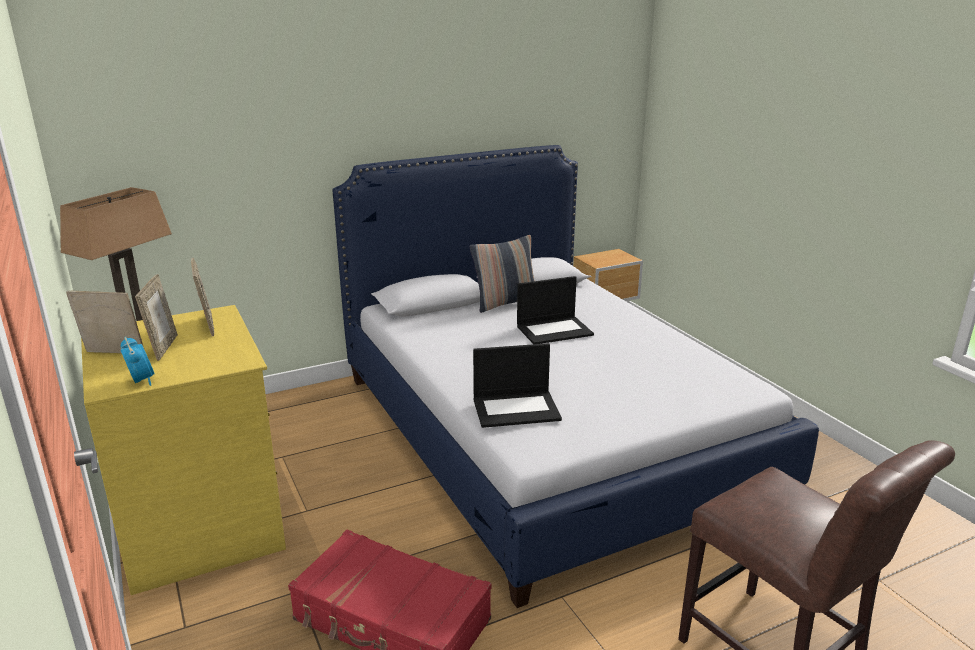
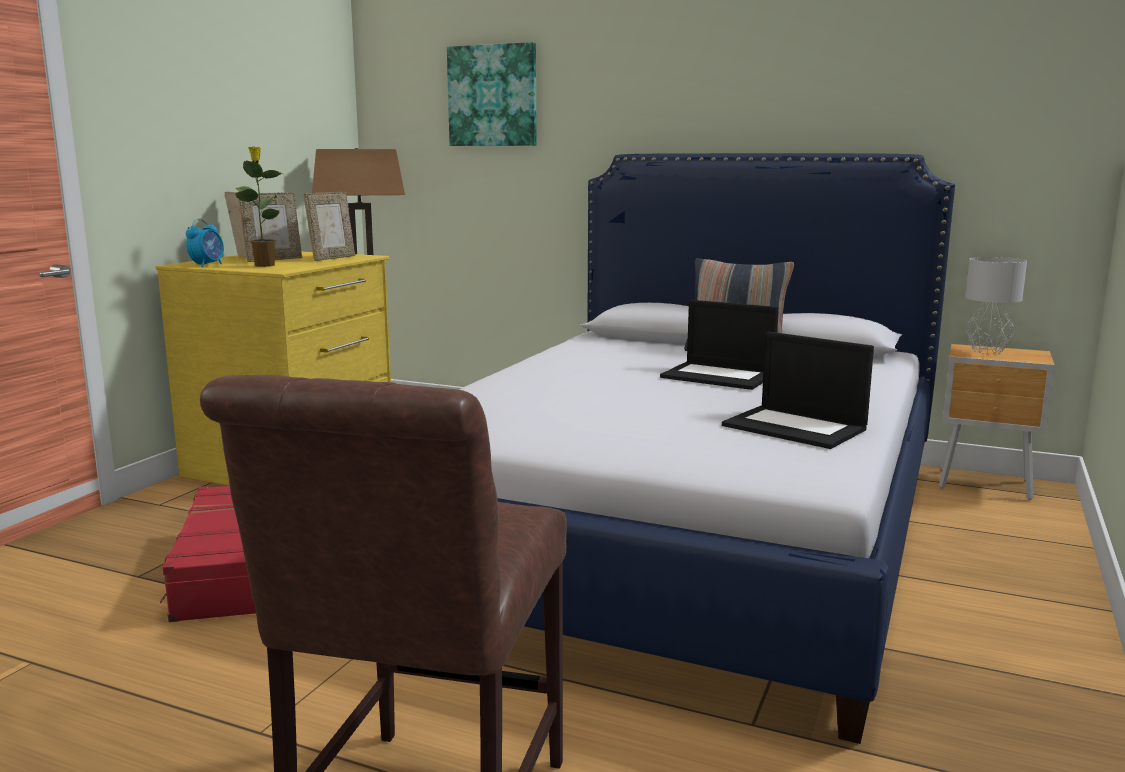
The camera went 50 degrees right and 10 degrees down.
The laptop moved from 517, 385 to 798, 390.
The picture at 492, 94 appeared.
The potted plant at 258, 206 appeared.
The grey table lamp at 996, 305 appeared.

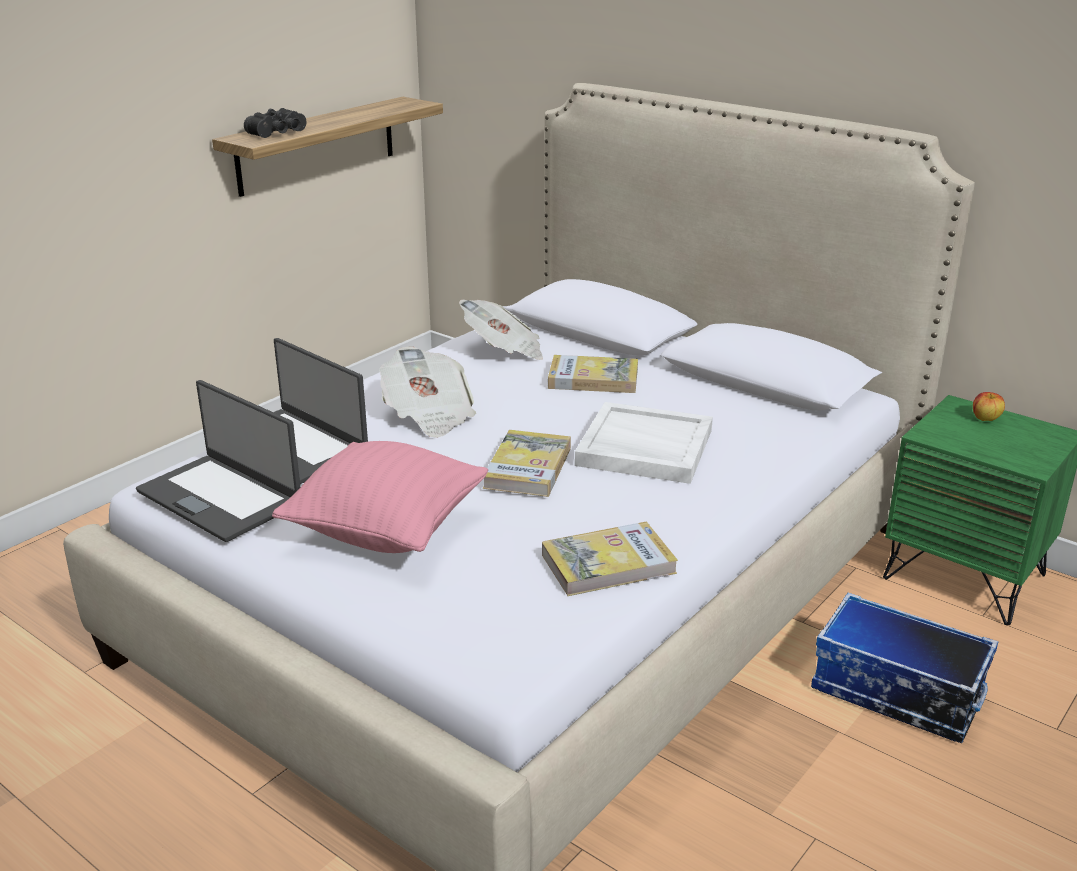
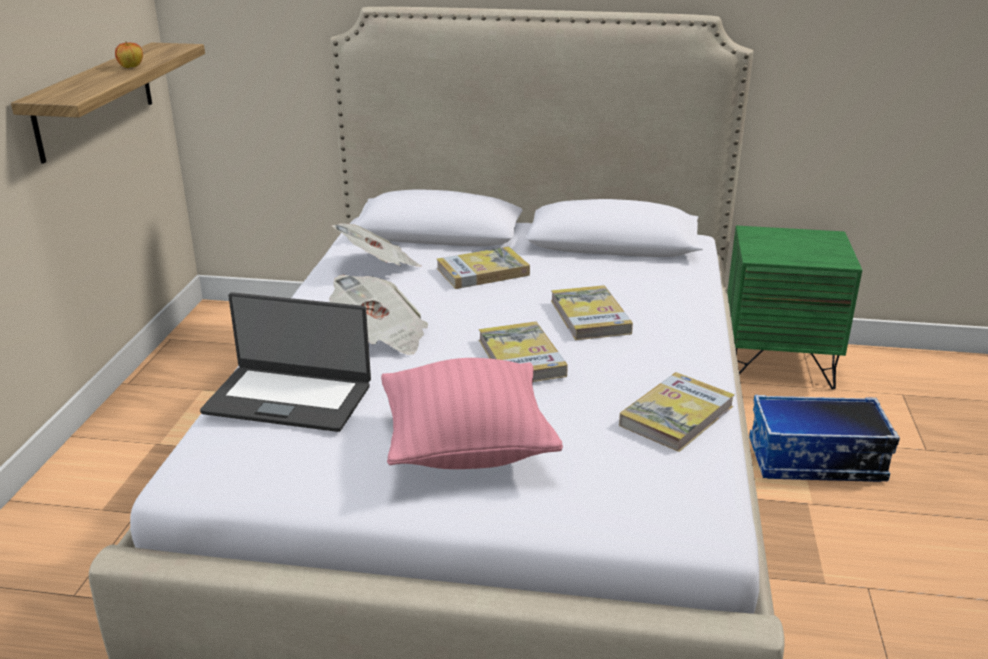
The camera went 30 degrees left and 0 degrees up.
The black binoculars at 275, 123 disappeared.
The laptop at 218, 461 disappeared.
The apple moved from 989, 406 to 129, 54.
The white tray at 644, 443 was replaced by the book at 592, 312.

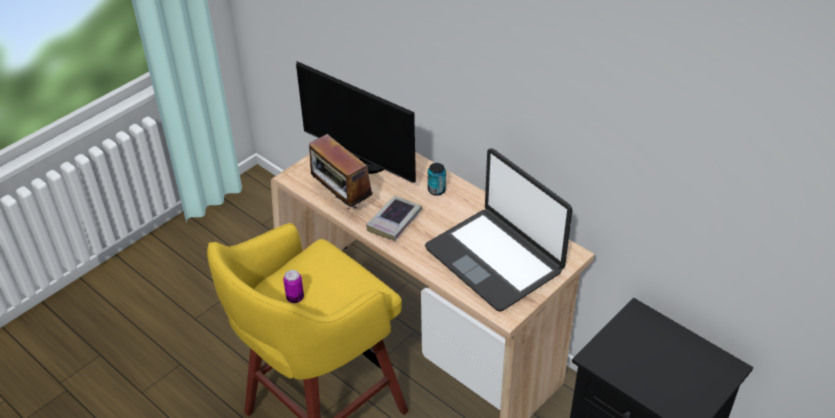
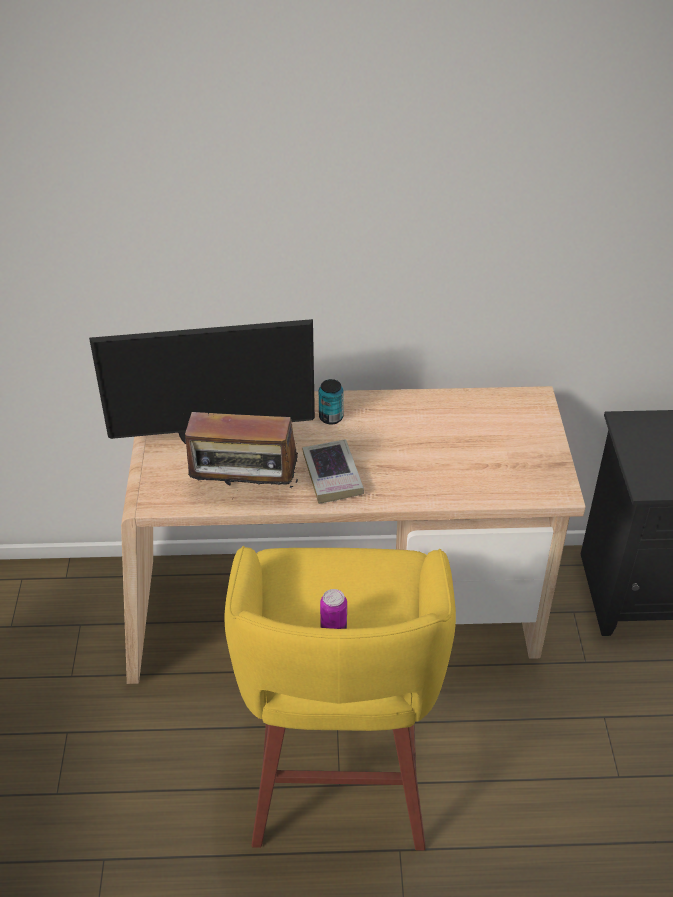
The camera went 45 degrees left and 0 degrees up.
The laptop at 498, 230 disappeared.

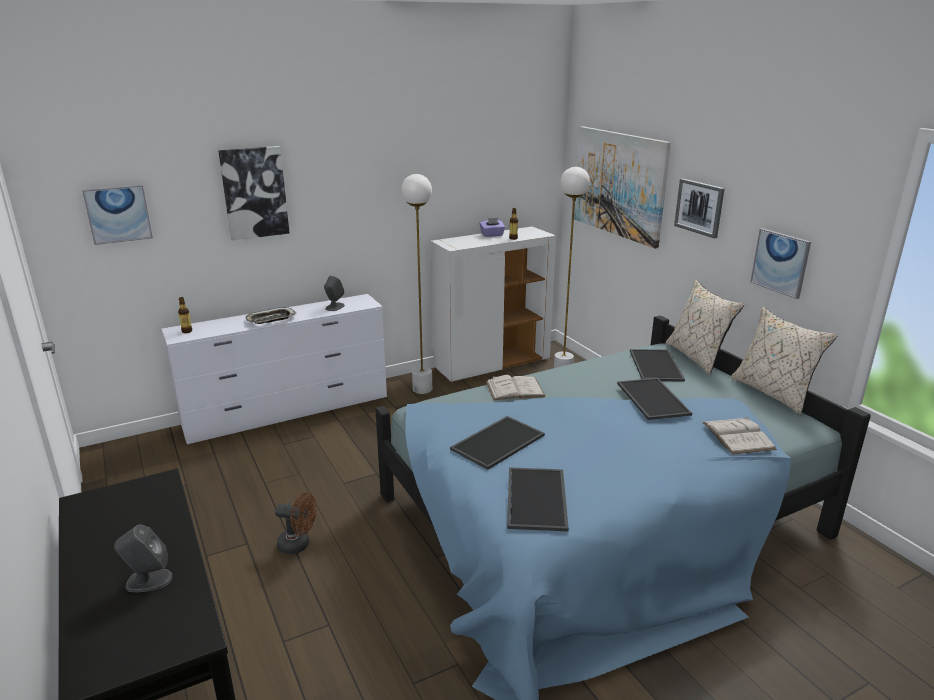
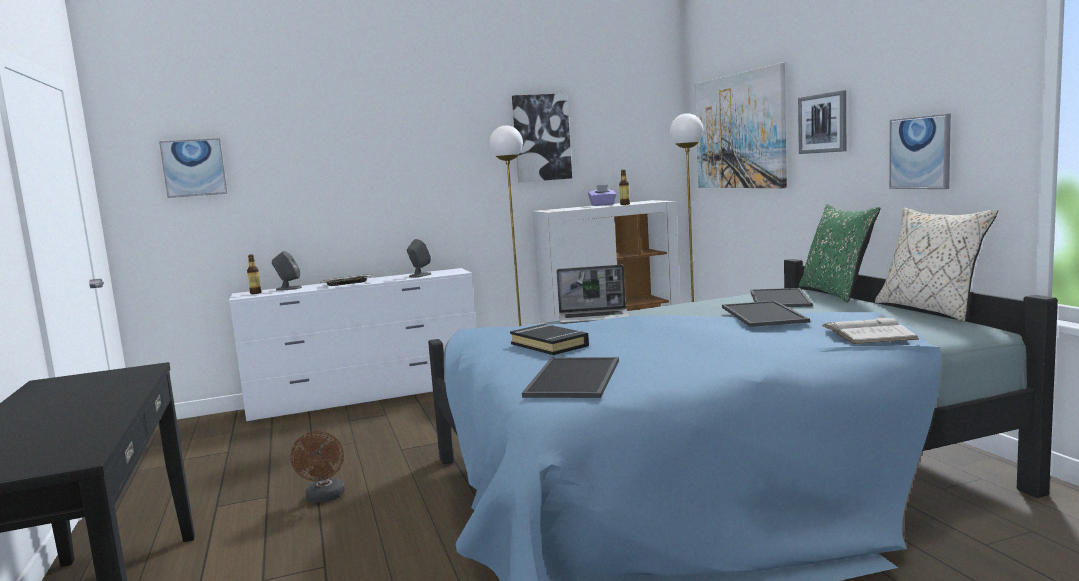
The camera went 10 degrees right and 15 degrees down.
The picture moved from 253, 193 to 542, 137.
The beige pillow at 705, 327 became the green pillow at 839, 253.
The white book at 516, 387 was replaced by the laptop at 593, 294.
The tray at 497, 443 was replaced by the black book at 549, 339.
The brown fan at 296, 523 turned 60 degrees clockwise.
The grey speaker moved from 143, 558 to 287, 271.

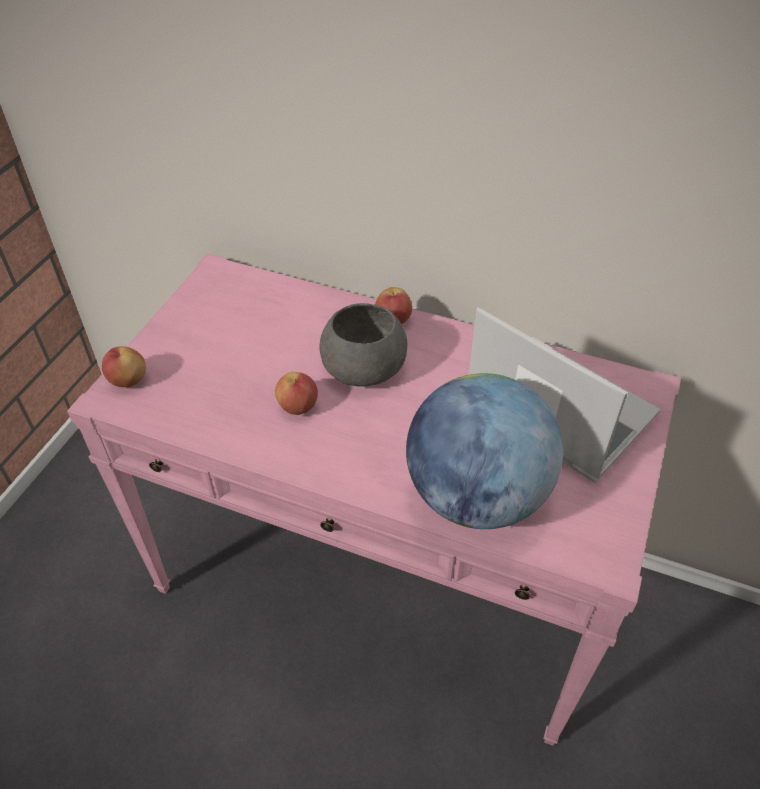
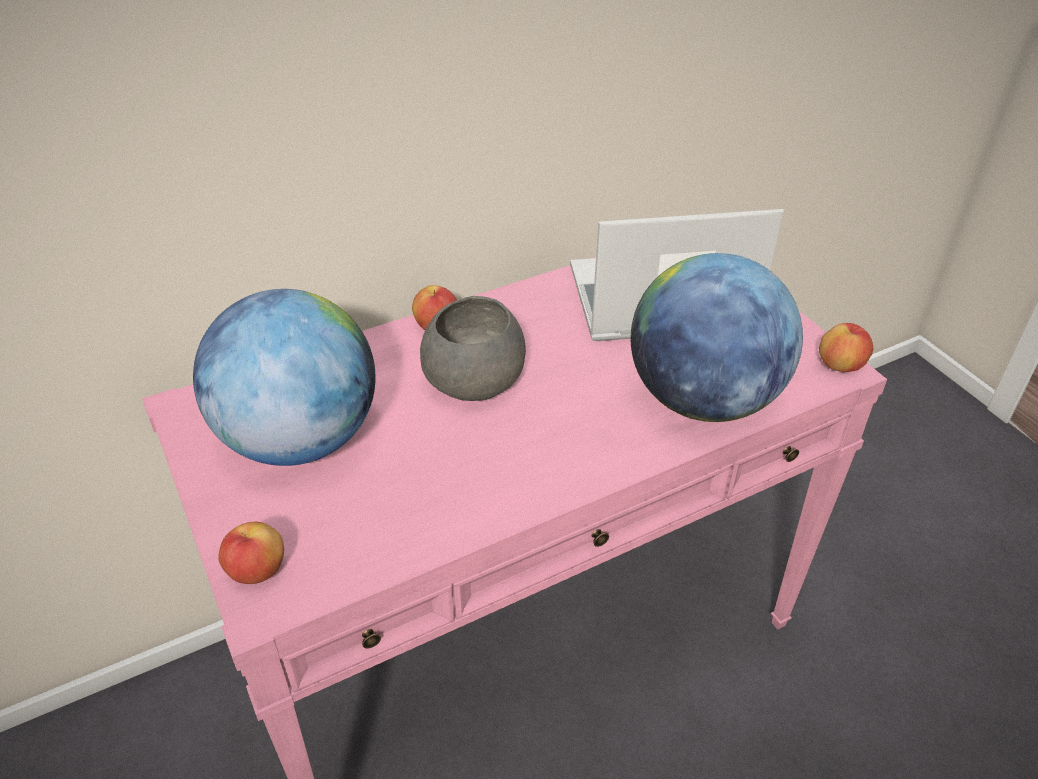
The camera went 50 degrees left and 5 degrees down.
The apple moved from 296, 393 to 846, 347.
The globe at 284, 377 appeared.

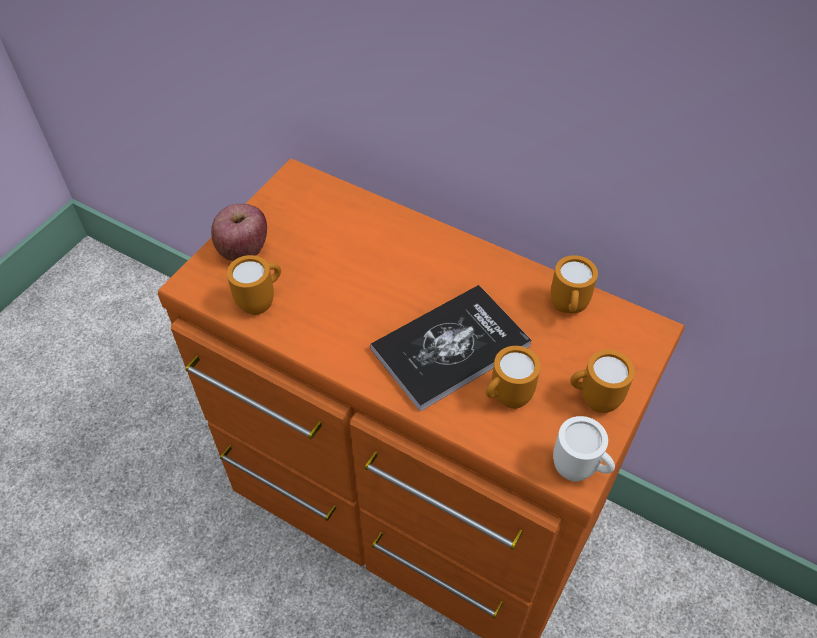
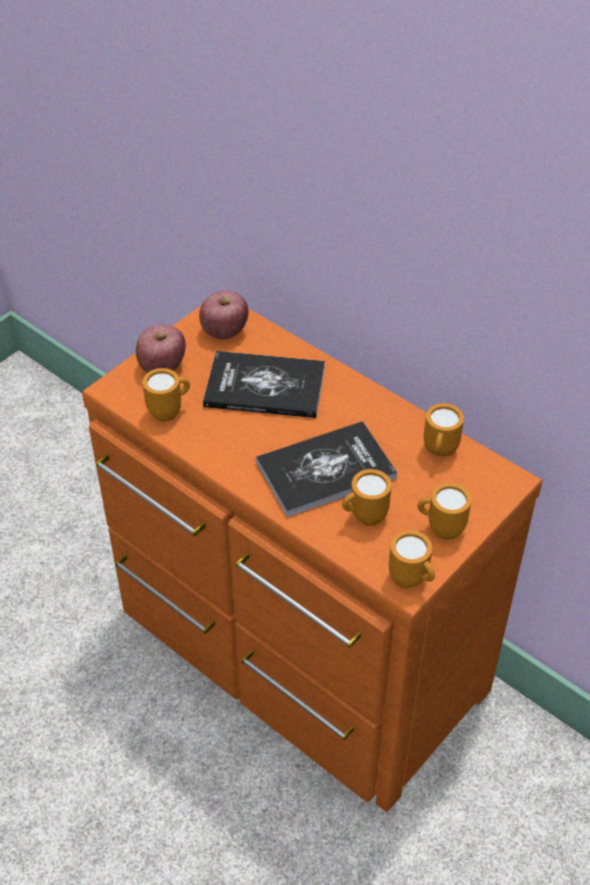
The camera went 10 degrees right and 5 degrees down.
The white mug at 584, 449 became the orange mug at 412, 559.
The apple at 223, 315 appeared.
The book at 264, 384 appeared.

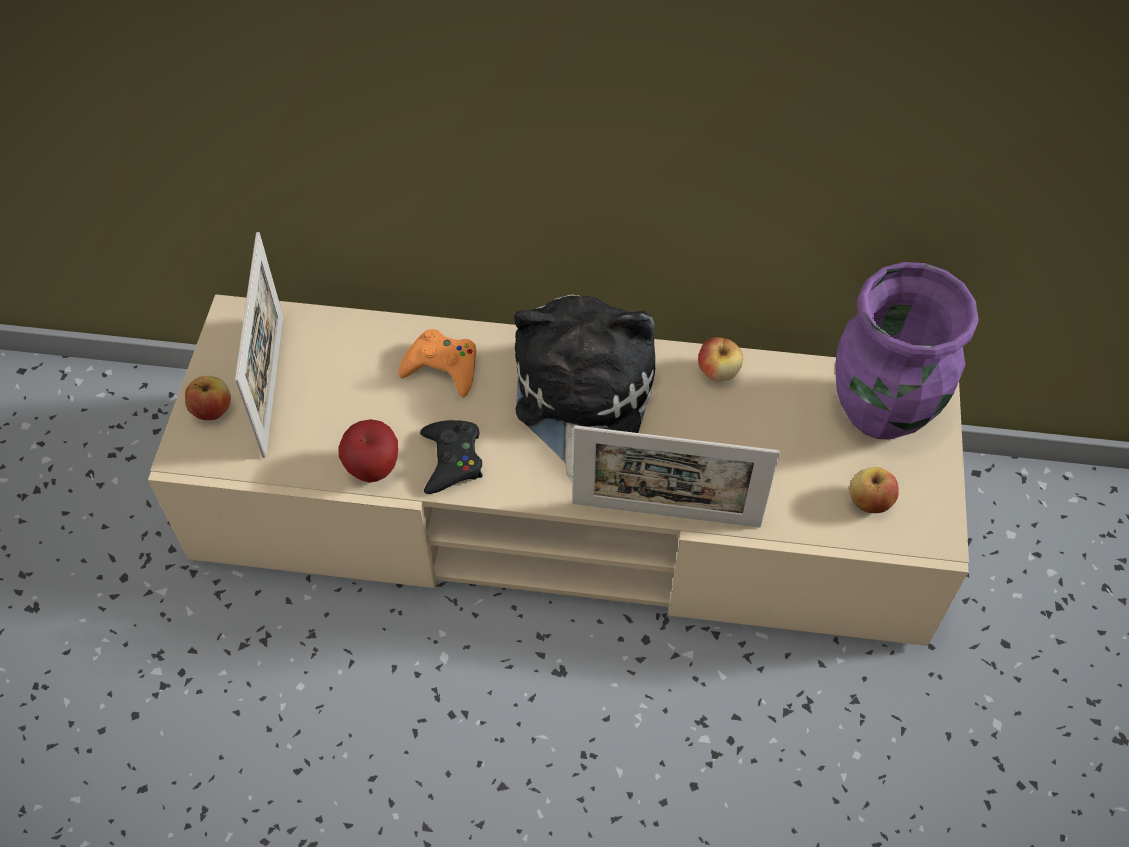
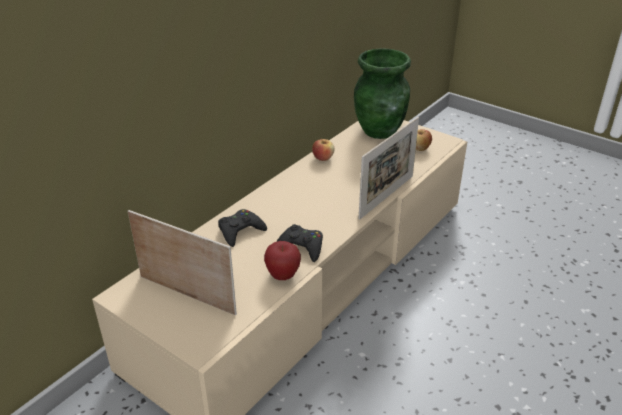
The camera went 60 degrees left and 20 degrees down.
The purple vase at 907, 351 became the green vase at 382, 93.
The plush toy at 584, 388 disappeared.
The orange game controller at 437, 363 became the black game controller at 242, 228.
The apple at 208, 398 disappeared.

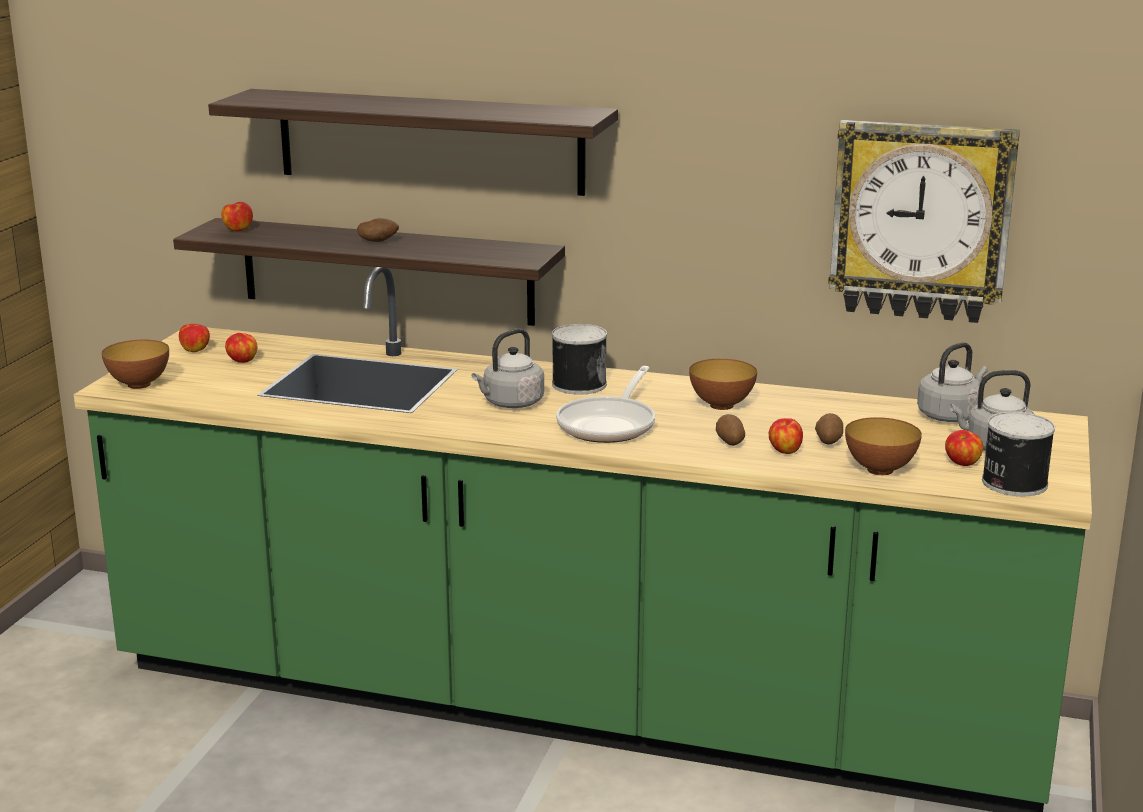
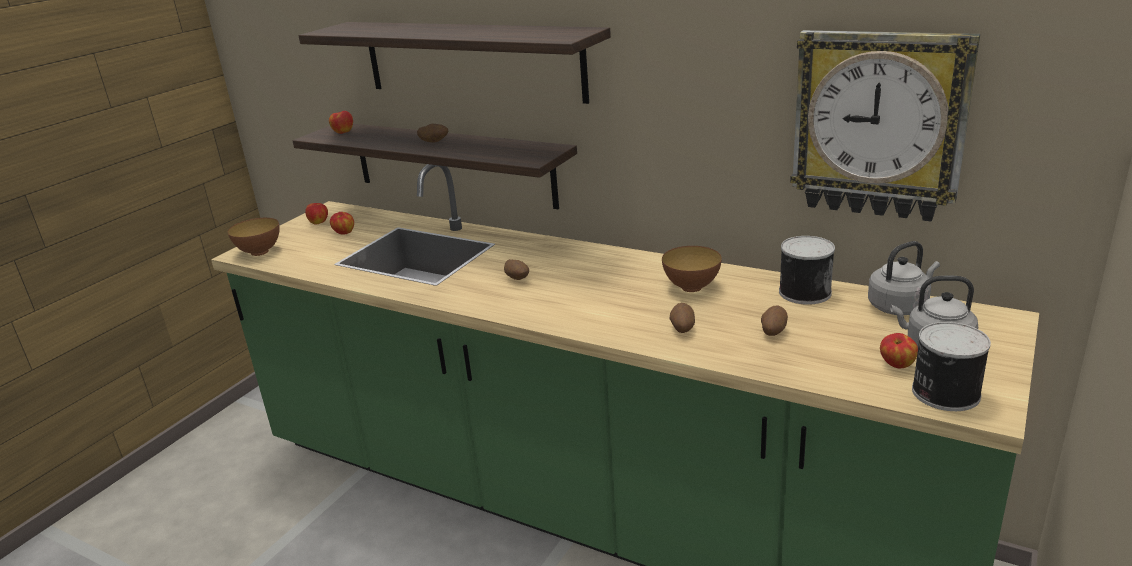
The camera went 15 degrees right and 5 degrees up.
The can moved from 579, 359 to 807, 270.
The grey kettle at 508, 368 was replaced by the potato at 516, 269.
The frying pan at 605, 404 disappeared.
The bowl at 883, 446 disappeared.
The apple at 786, 436 disappeared.

